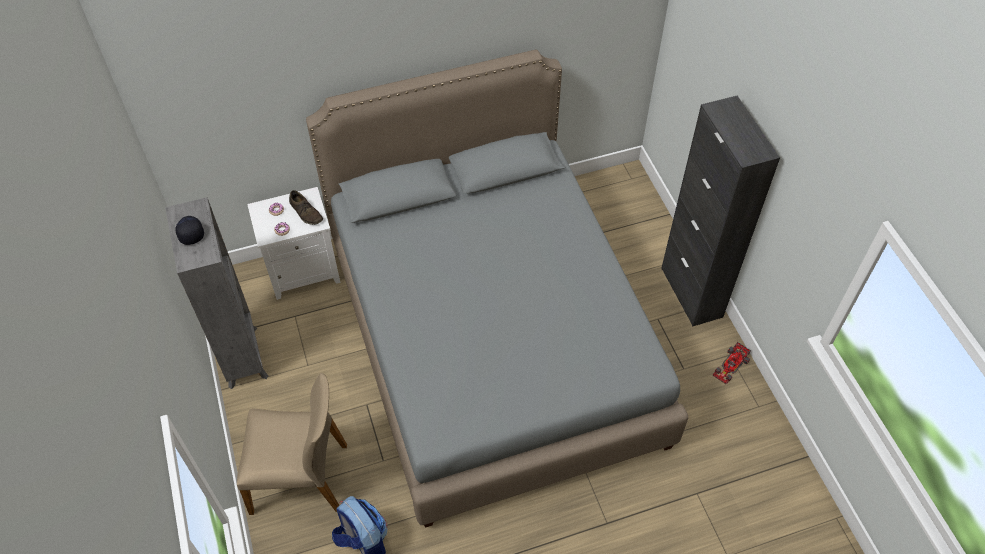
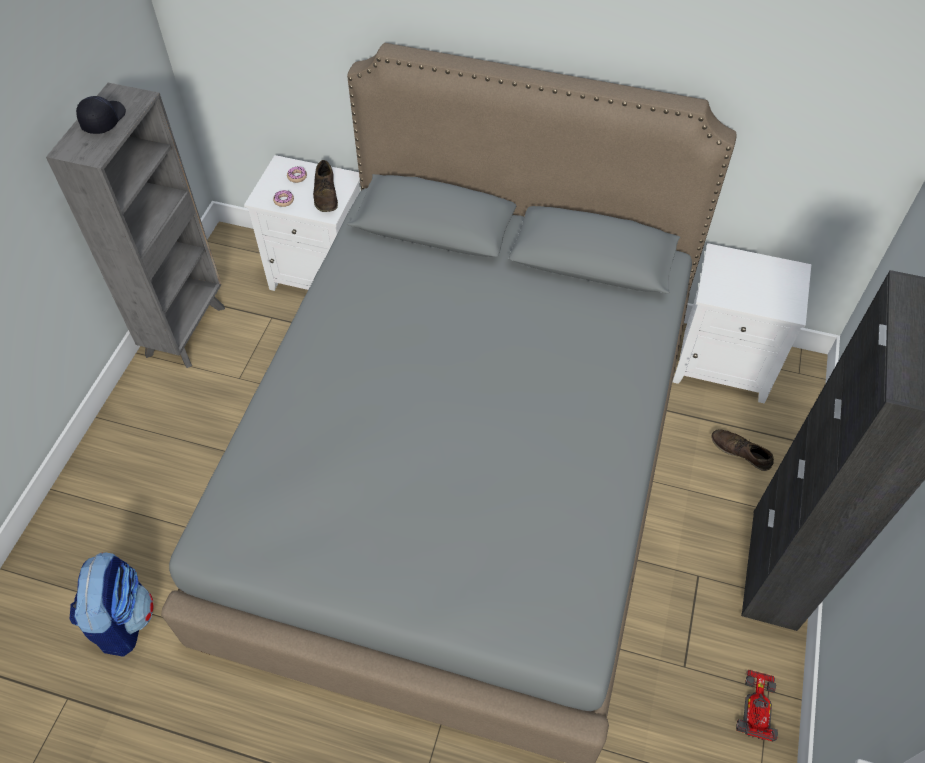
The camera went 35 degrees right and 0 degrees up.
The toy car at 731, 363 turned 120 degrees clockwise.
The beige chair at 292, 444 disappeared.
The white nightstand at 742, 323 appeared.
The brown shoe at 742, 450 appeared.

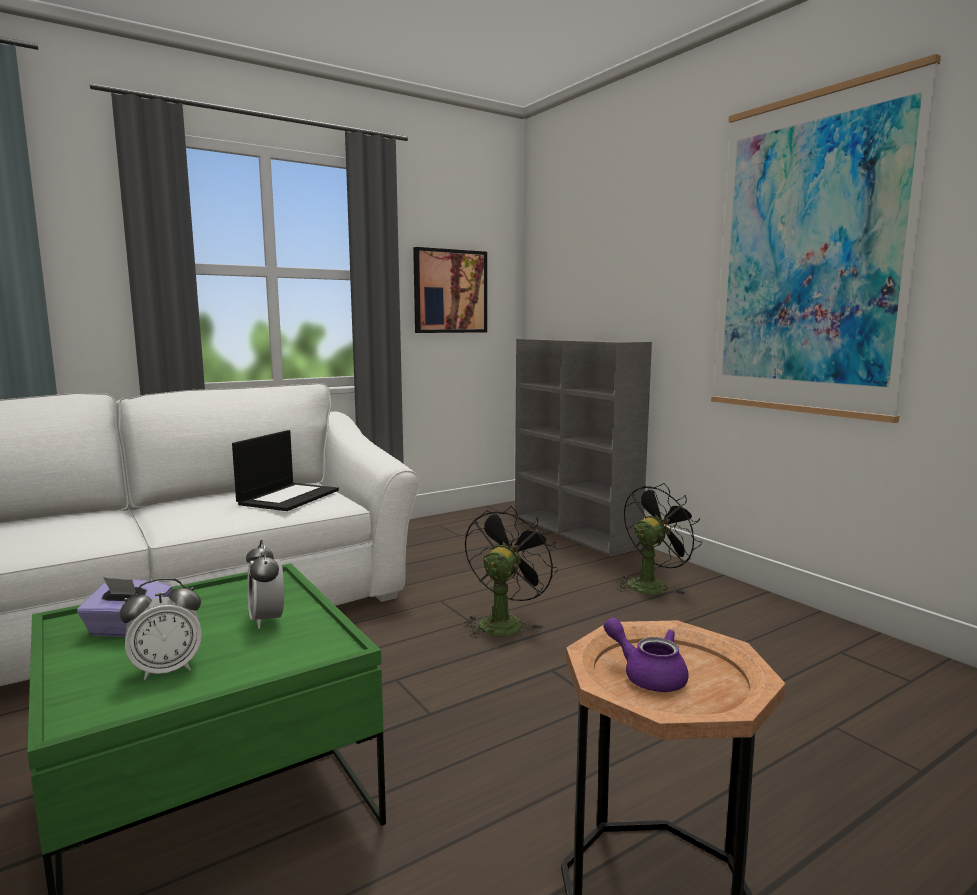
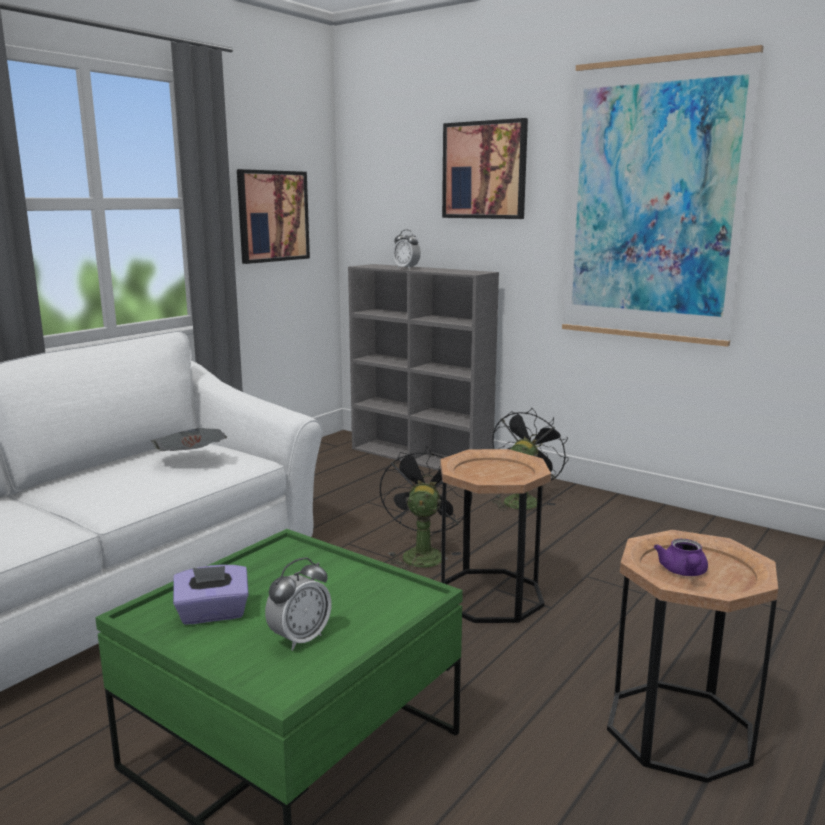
The camera went 20 degrees left and 5 degrees up.
The laptop at 285, 470 was replaced by the newspaper at 189, 439.
The alarm clock moved from 265, 584 to 407, 249.
The purple teapot at 646, 655 turned 105 degrees counterclockwise.
The picture at 485, 168 appeared.
The brown side table at 495, 536 appeared.

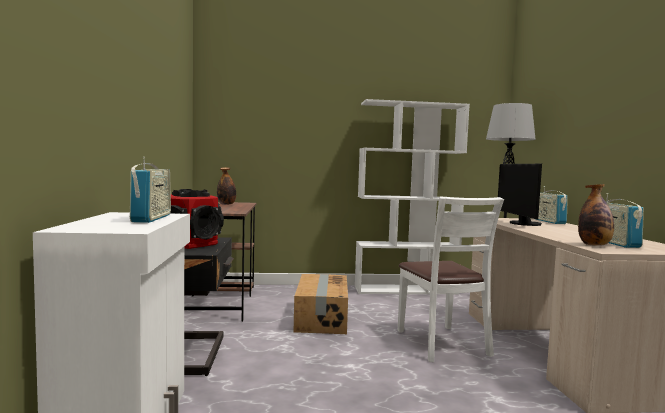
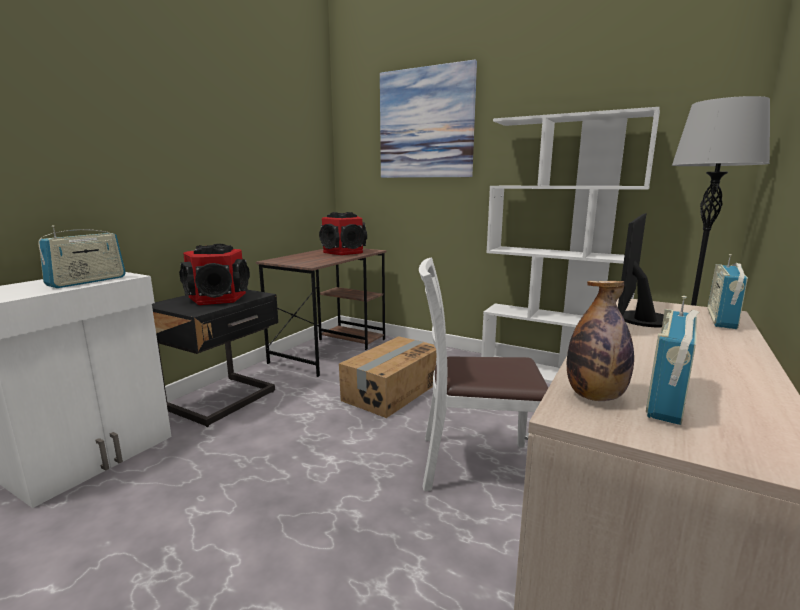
The camera went 35 degrees right and 10 degrees up.
The bottle at 226, 186 was replaced by the speaker at 343, 233.
The white chair at 451, 279 turned 75 degrees clockwise.
The picture at 428, 119 appeared.

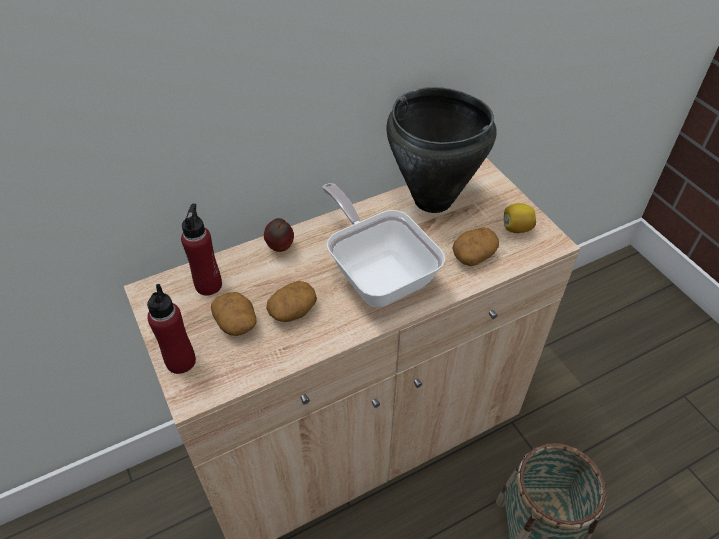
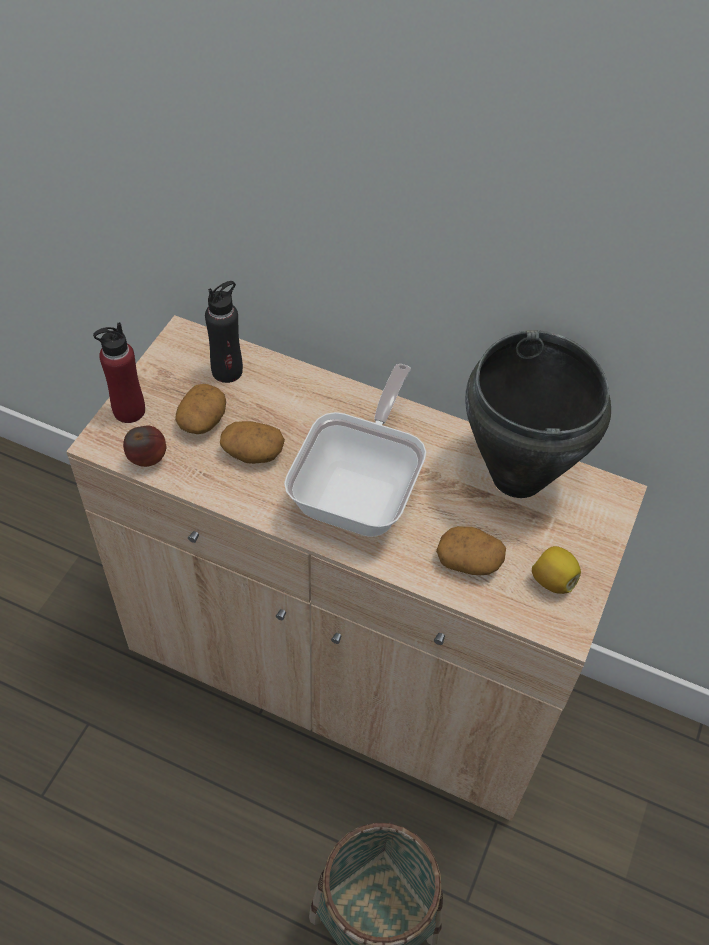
The camera went 50 degrees right and 5 degrees up.
The red bottle at 201, 250 became the black bottle at 224, 332.
The apple moved from 279, 235 to 144, 446.

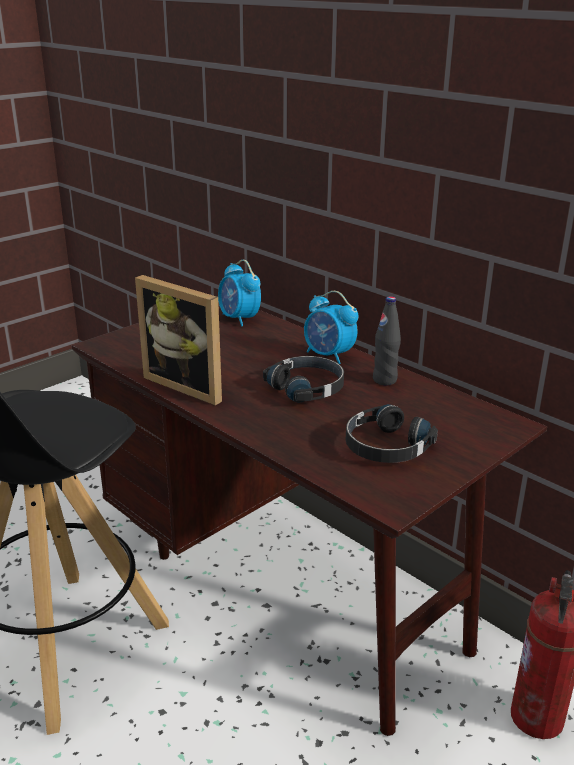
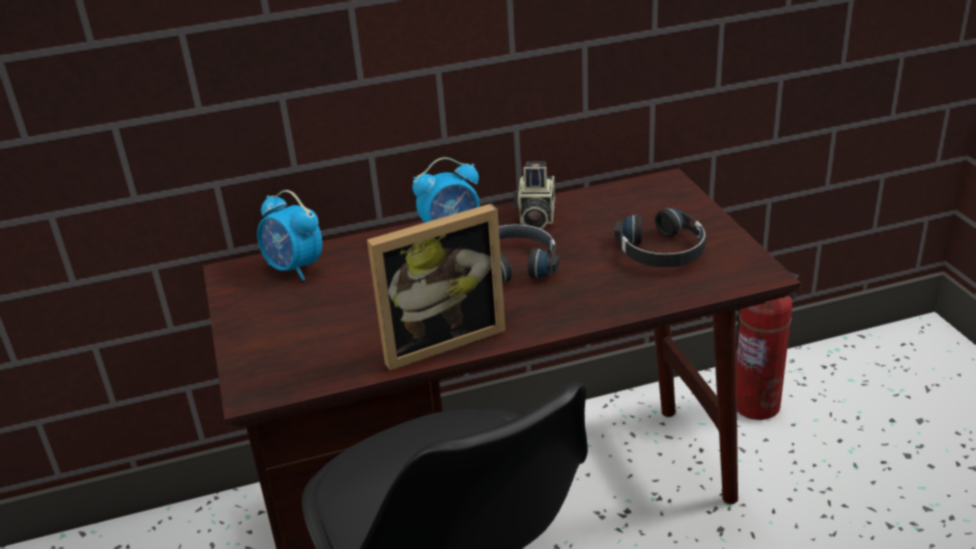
The camera went 60 degrees left and 5 degrees up.
The alarm clock at 239, 293 turned 45 degrees clockwise.
The black bottle at 387, 341 was replaced by the photo camera at 534, 195.

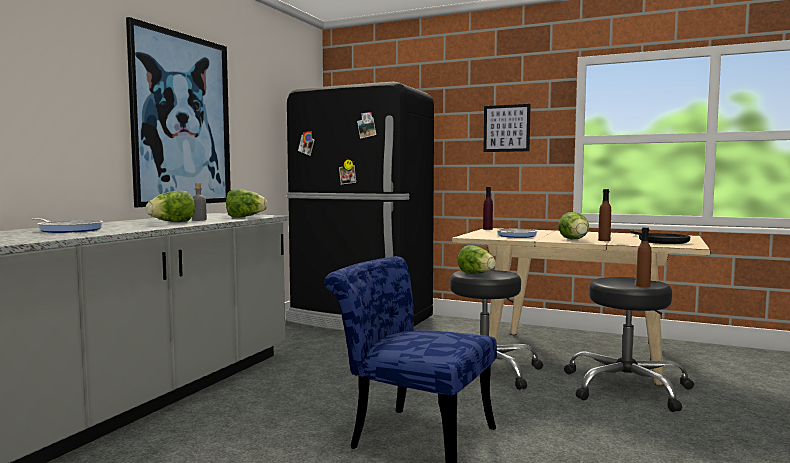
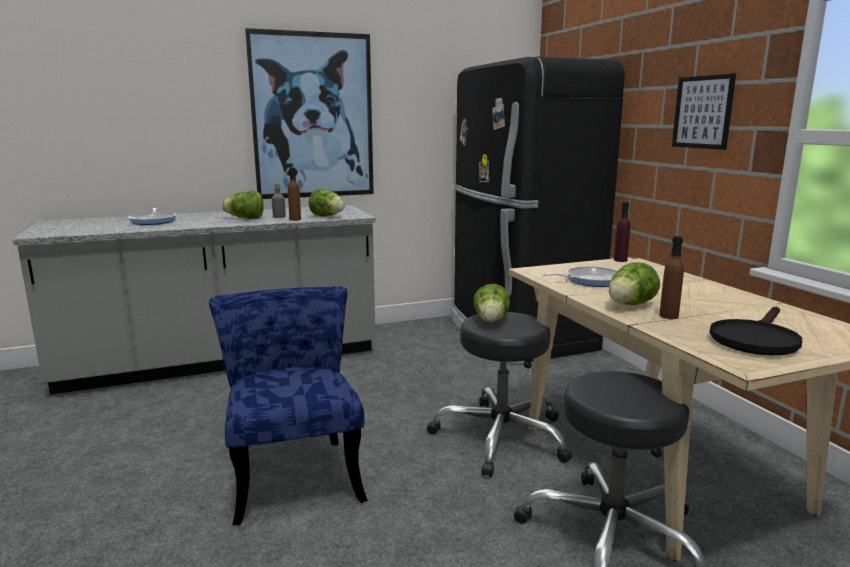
The camera went 45 degrees right and 10 degrees up.
The brown bottle moved from 644, 257 to 294, 194.

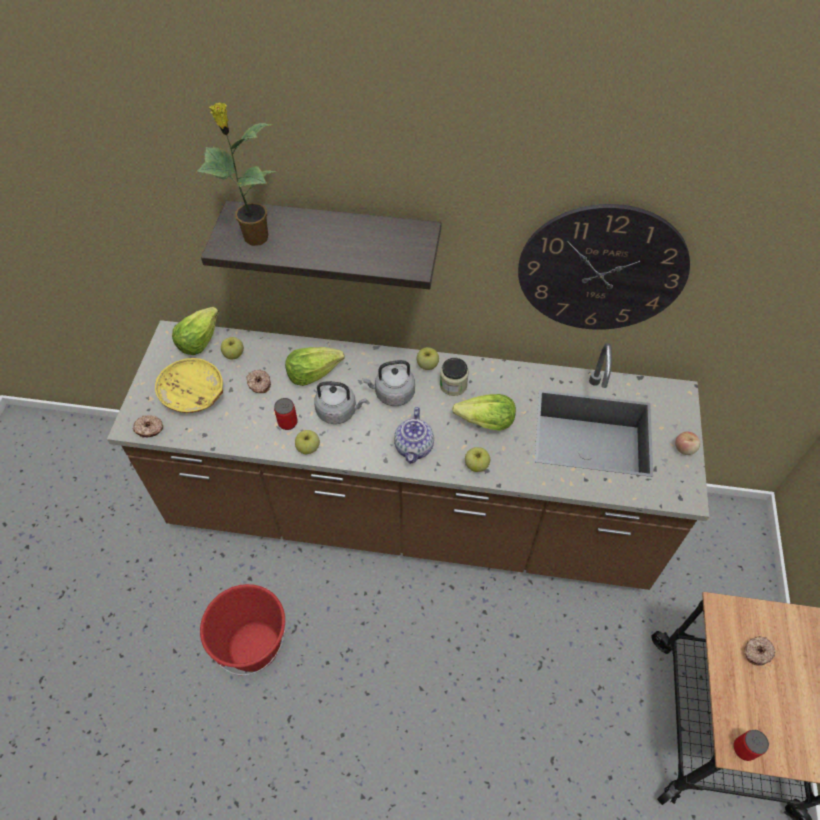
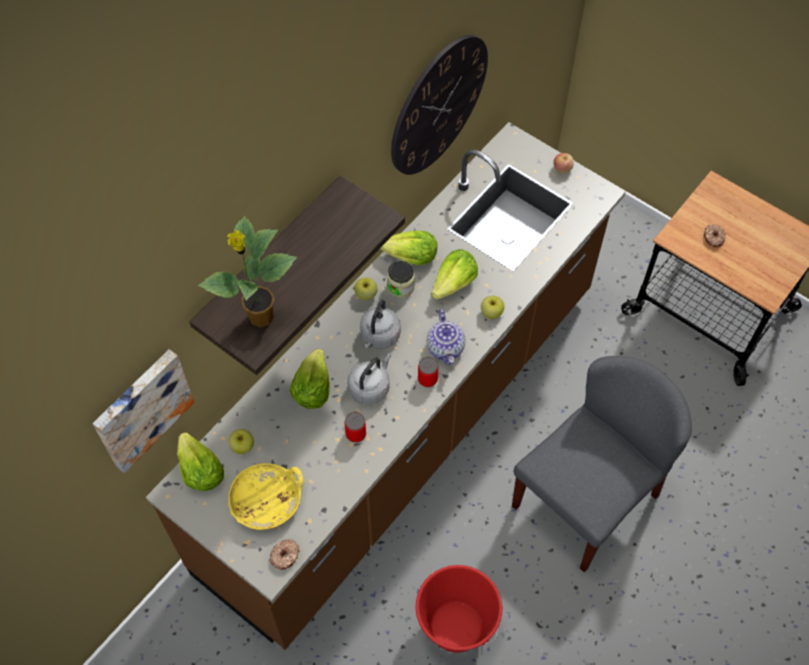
The camera went 60 degrees left and 5 degrees up.
The donut at 258, 381 disappeared.
The teapot at 414, 435 turned 45 degrees clockwise.
The apple at 307, 442 disappeared.
The can moved from 751, 745 to 428, 372.
The lettuce at 408, 248 appeared.
The picture at 143, 411 appeared.
The grey chair at 602, 464 appeared.

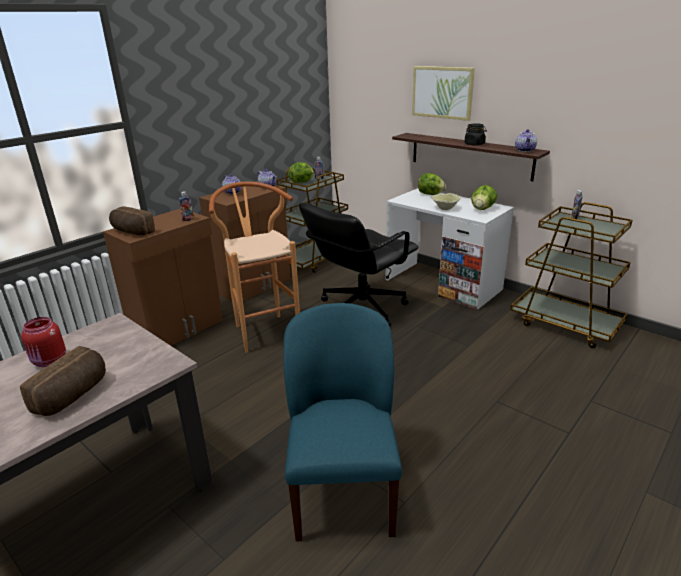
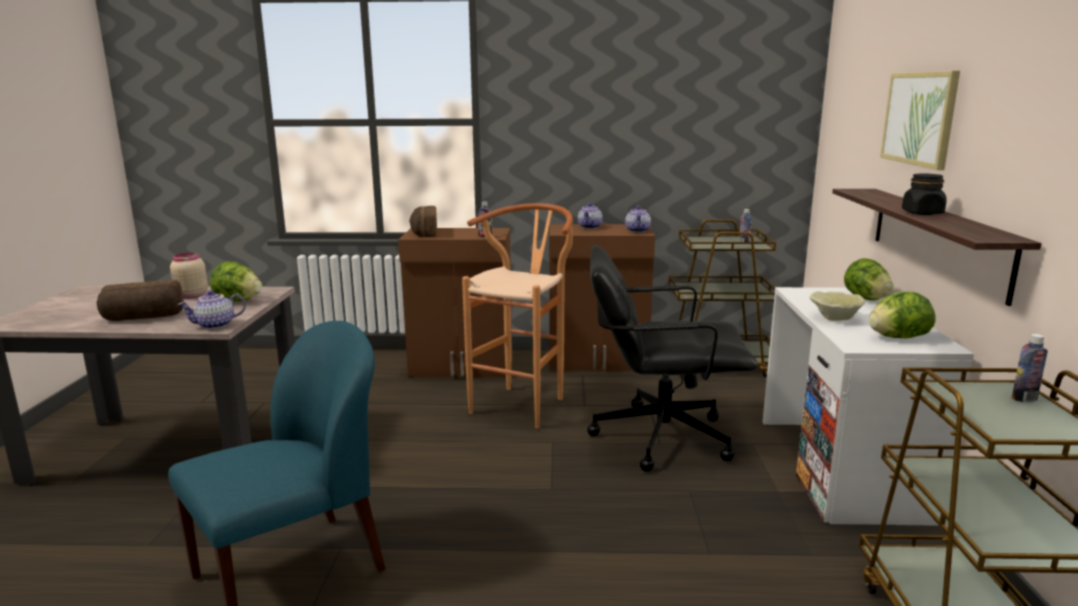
The camera went 50 degrees right and 10 degrees down.
The teapot moved from 526, 140 to 211, 309.
The lettuce moved from 301, 172 to 236, 281.
The red jar at 43, 342 became the beige jar at 189, 275.

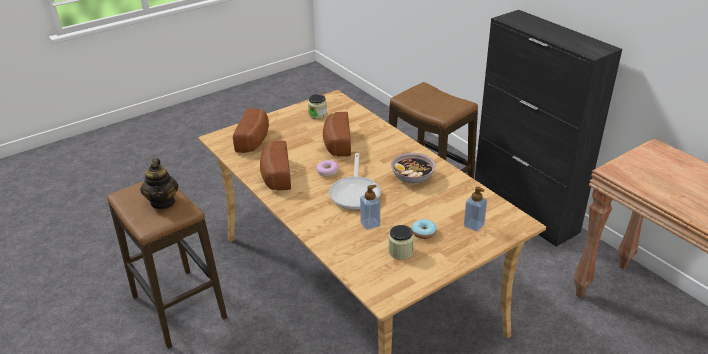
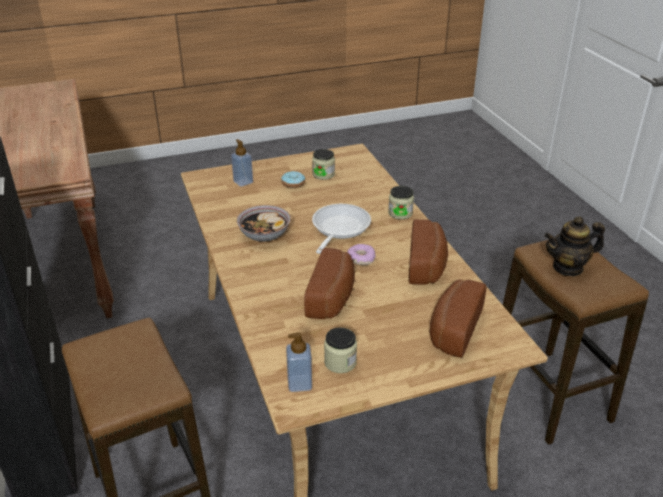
The camera went 165 degrees left and 0 degrees up.
The teapot at 159, 183 turned 105 degrees counterclockwise.
The soap dispenser moved from 370, 207 to 299, 362.
The jar at 401, 203 appeared.

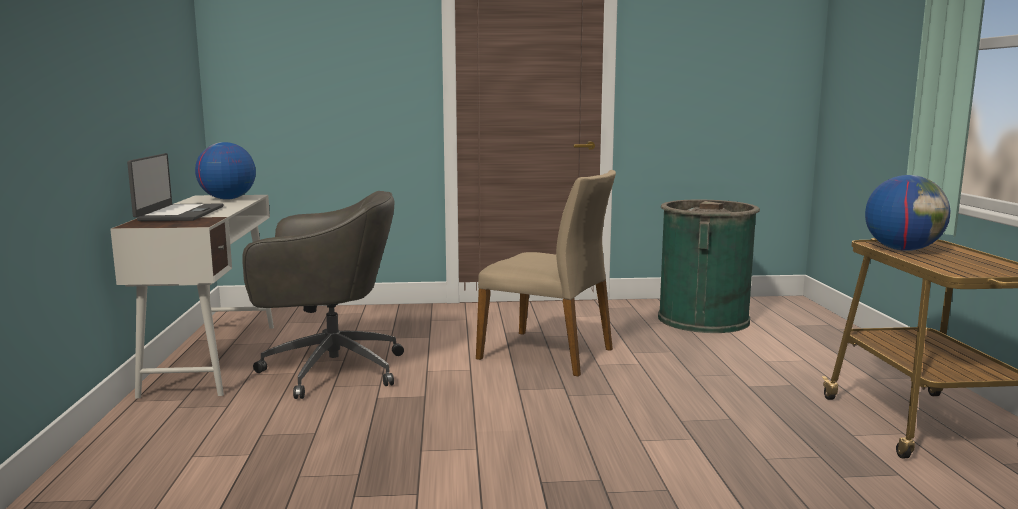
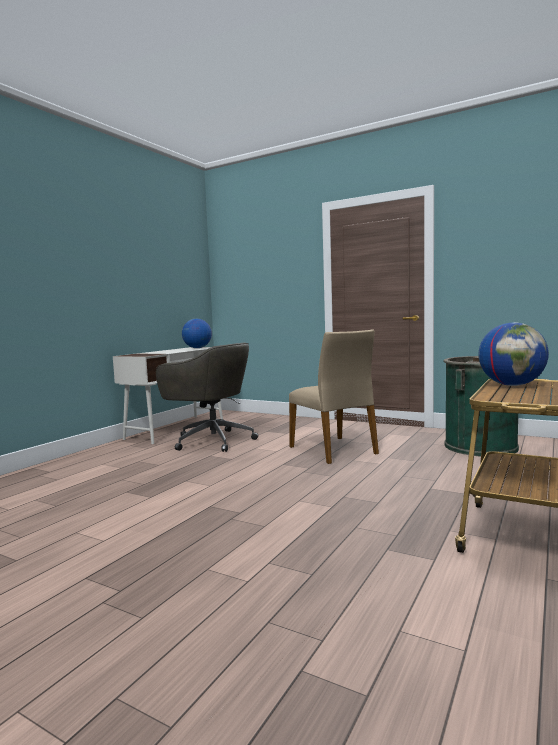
The camera went 35 degrees right and 5 degrees down.
The laptop at 175, 187 disappeared.

